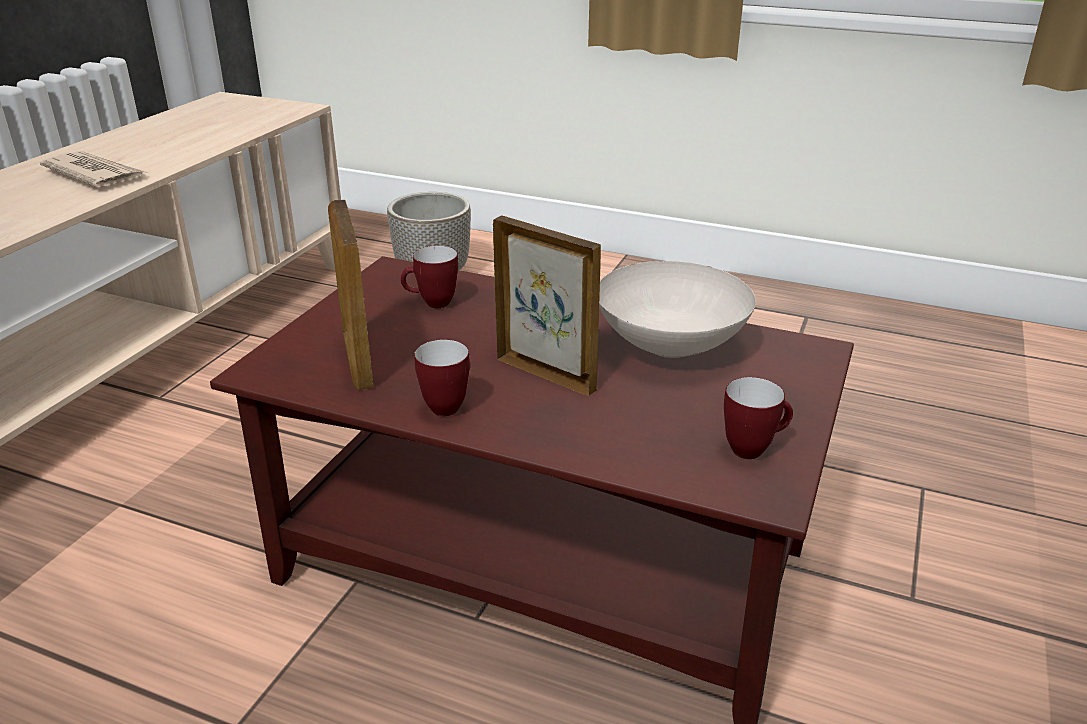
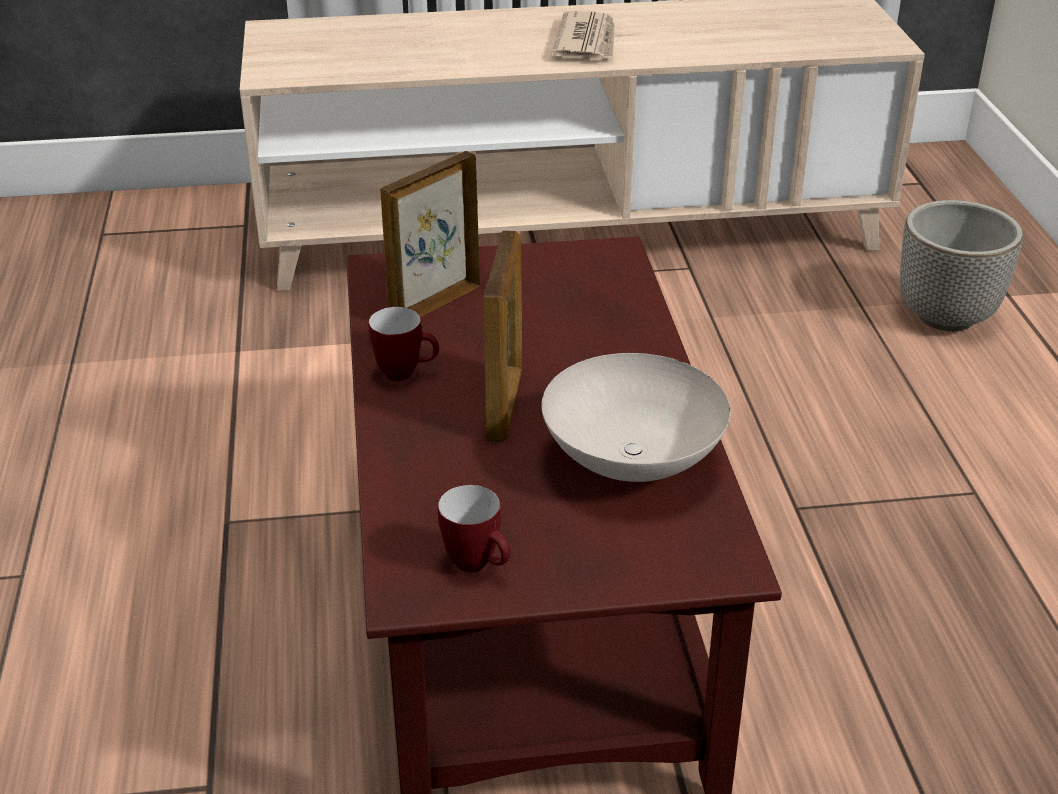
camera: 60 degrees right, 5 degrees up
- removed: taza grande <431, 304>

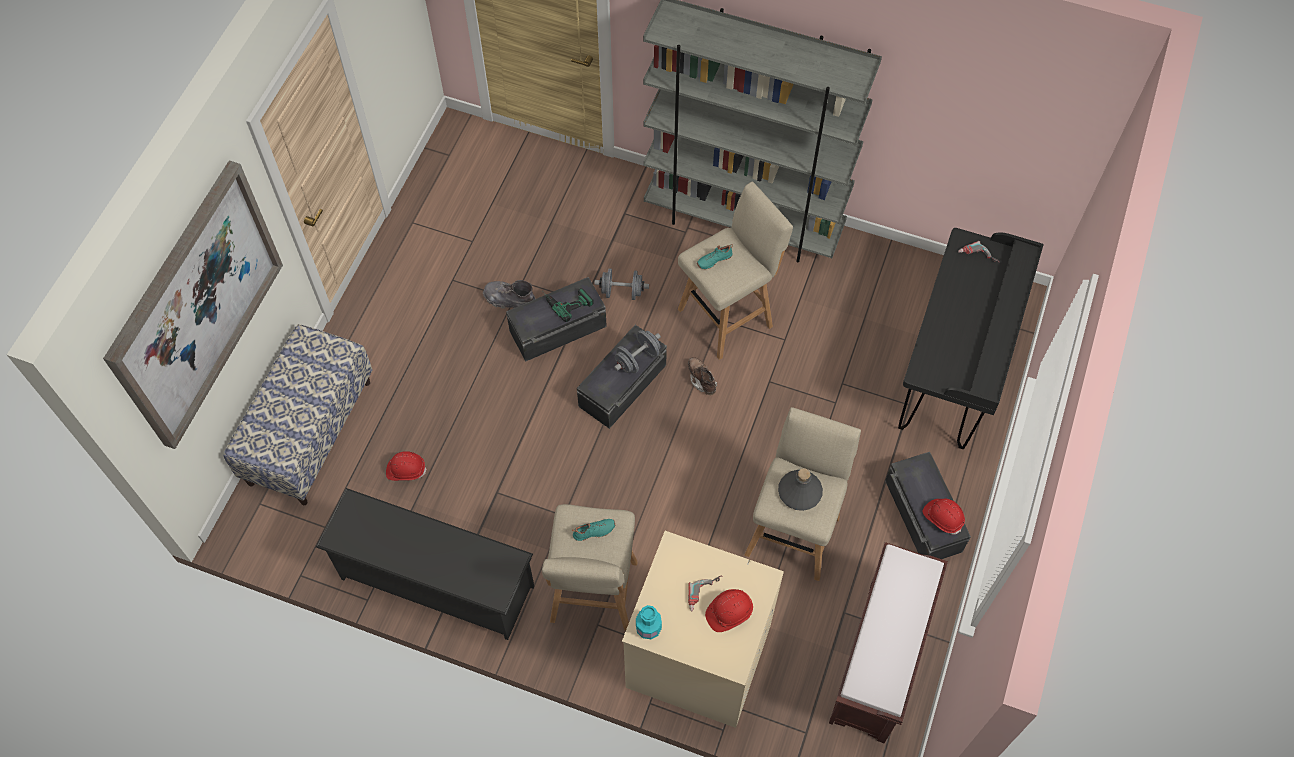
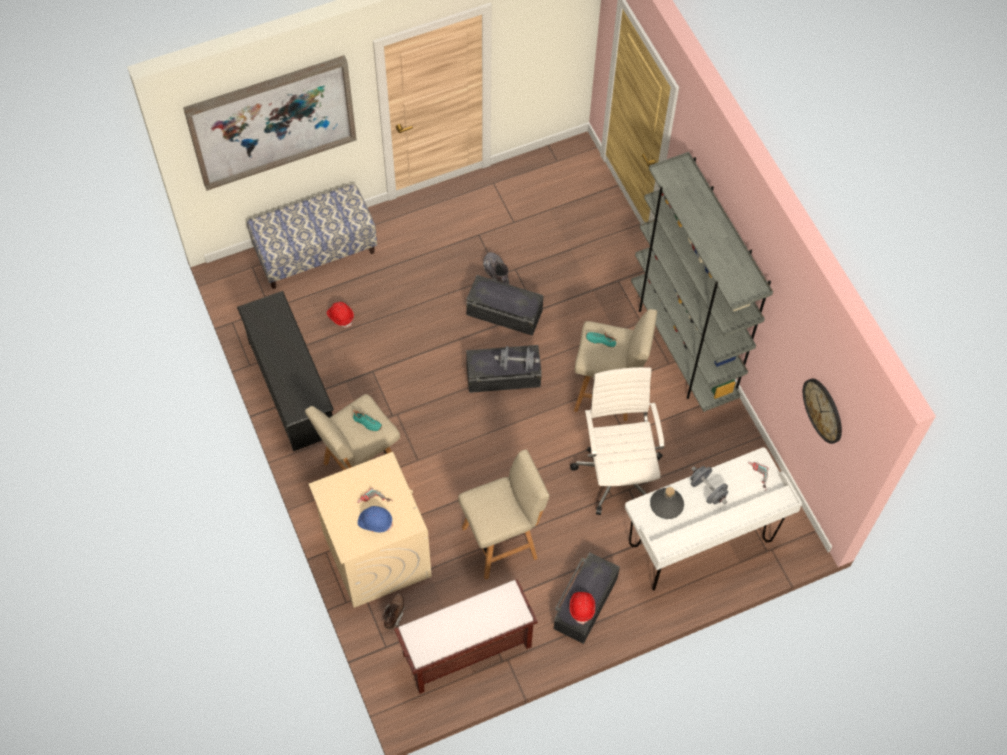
camera: 45 degrees right, 0 degrees up
- removed: taladro <566, 300>
- moved: mancuerna [gris] <622, 292> to <707, 490>
- removed: botella [turquesa] <648, 628>
- moved: bota [marrón] <701, 379> to <394, 613>
- recoloured: casco [rojo] <729, 612> to casco [azul] <375, 522>
- moved: botella [gris] <799, 491> to <666, 504>
- recoloured: escritorio [negro] <951, 374> to escritorio [blanco] <700, 544>
- added: silla de oficina [blanco] <618, 471>
- added: reloj de pared <823, 410>

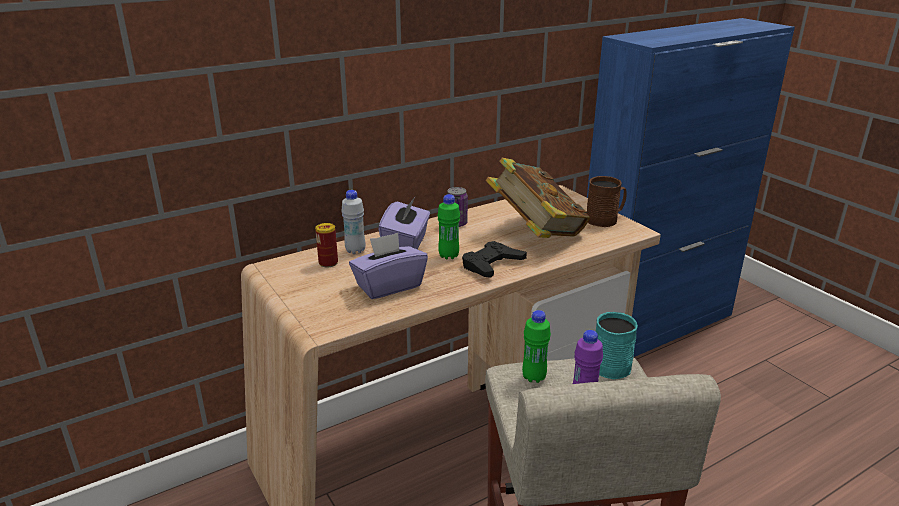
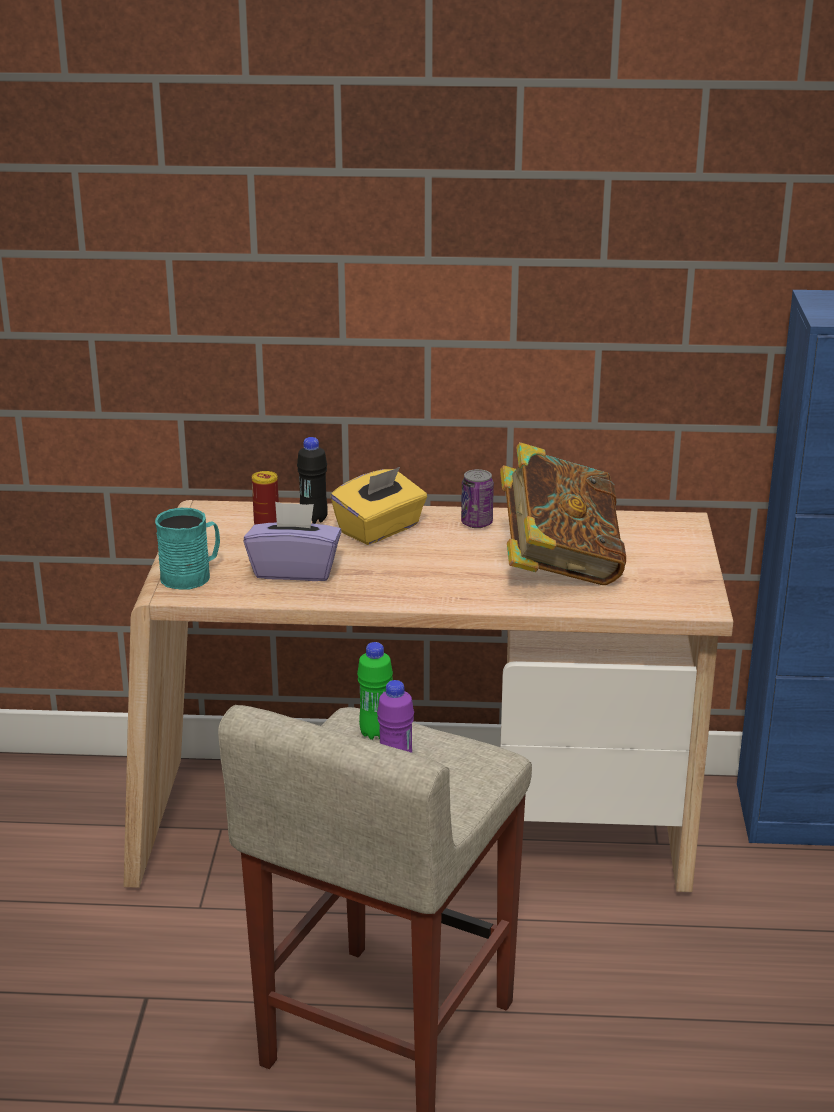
camera: 35 degrees right, 0 degrees up
- recoloured: botella [blanco] <355, 250> to botella [negro] <313, 519>
- recoloured: caja de pañuelos [morado] <406, 244> to caja de pañuelos [amarillo] <380, 529>
- removed: botella [verde] <448, 256>
- removed: mando de consola [negro] <492, 265>
- removed: taza grande [marrón] <605, 219>
- moved: taza grande [turquesa] <612, 363> to <192, 575>

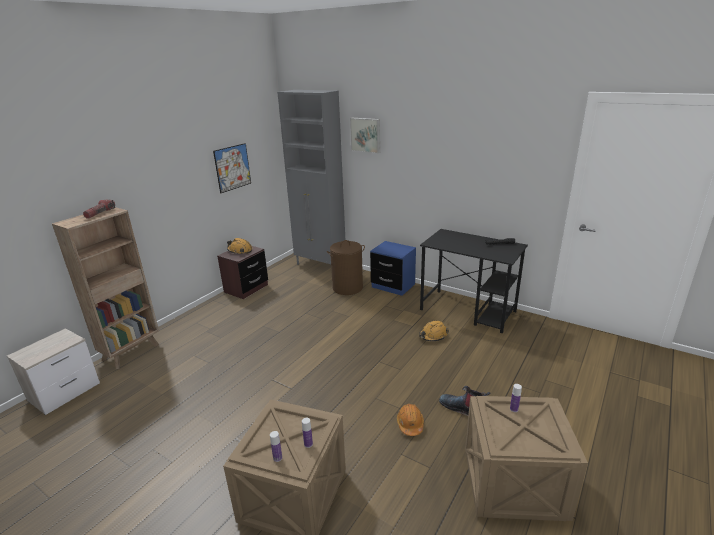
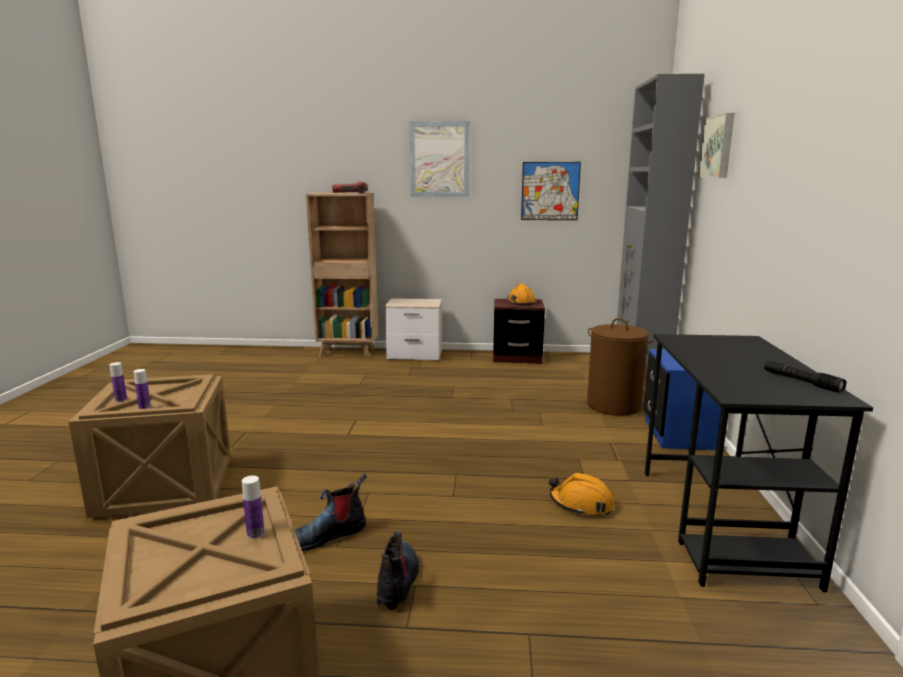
camera: 60 degrees right, 10 degrees down
- moved: mesita de noche <66, 392> to <416, 355>
- replaced: casco [naranja] <410, 424> to bota <327, 536>
- added: cuadro <439, 159>

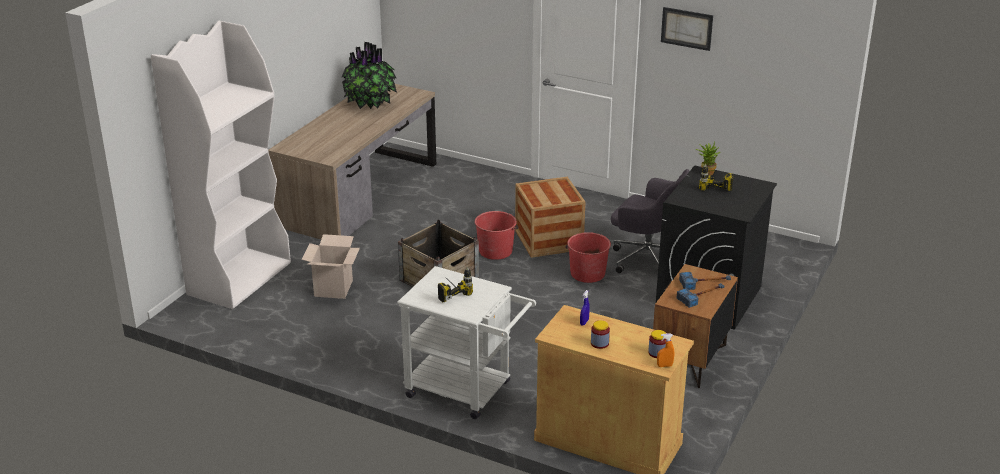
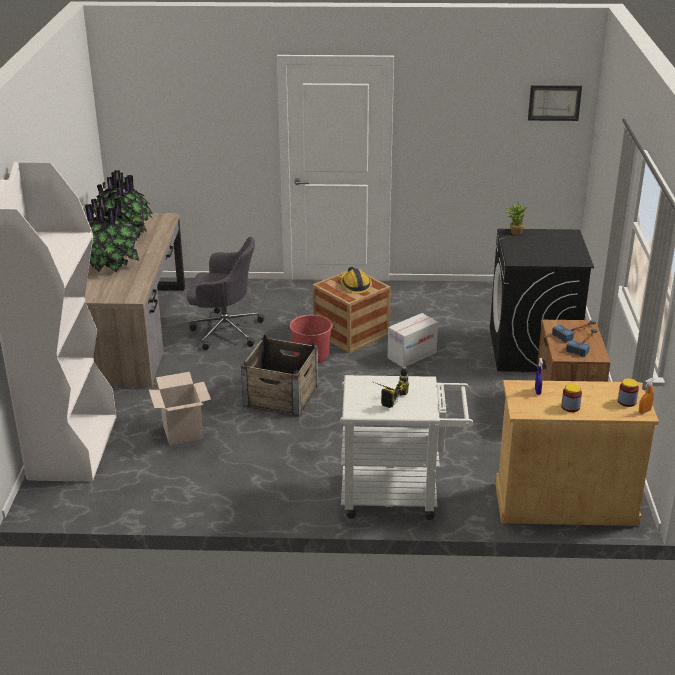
camera: 25 degrees left, 0 degrees up
- replaced: cubo [rojo] <587, 273> to caja de cartón <412, 355>
- moved: silla de oficina [gris] <646, 258> to <224, 330>
- moved: cuadro <686, 28> to <554, 102>
- removed: taladro <715, 195>
- added: planta en maceta <109, 266>
- added: casco <355, 285>

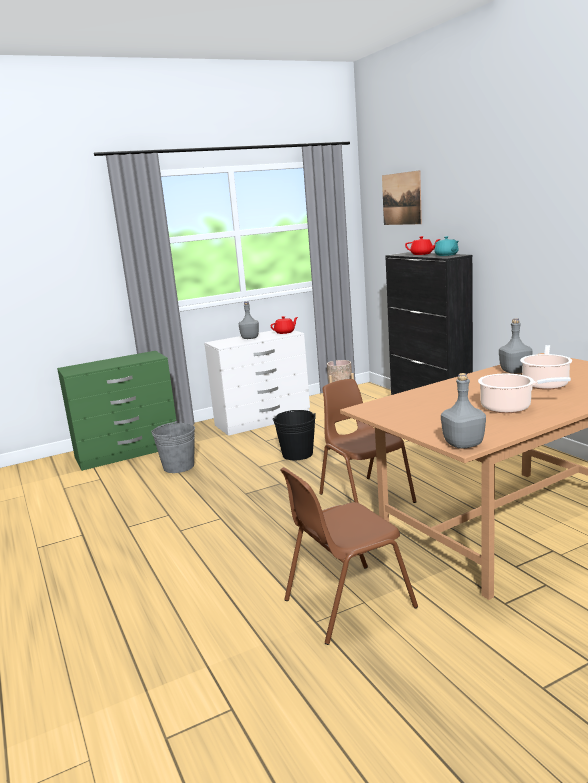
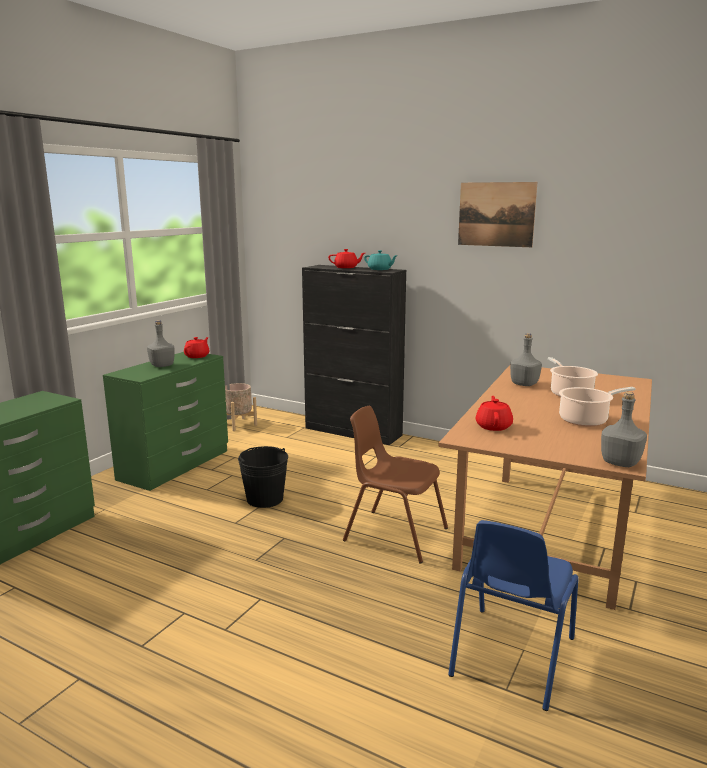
camera: 35 degrees left, 0 degrees up
- removed: cubo [gris] <178, 466>
- recoloured: cómoda [blanco] <263, 420> to cómoda [verde] <176, 465>
- recoloured: silla [marrón] <346, 603> to silla [azul] <510, 657>
- moved: cuadro <401, 199> to <496, 214>
- added: tetera [rojo] <493, 426>

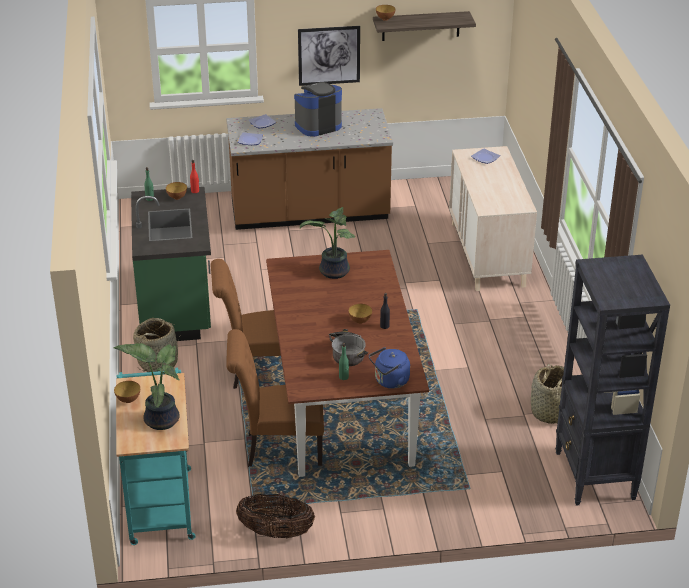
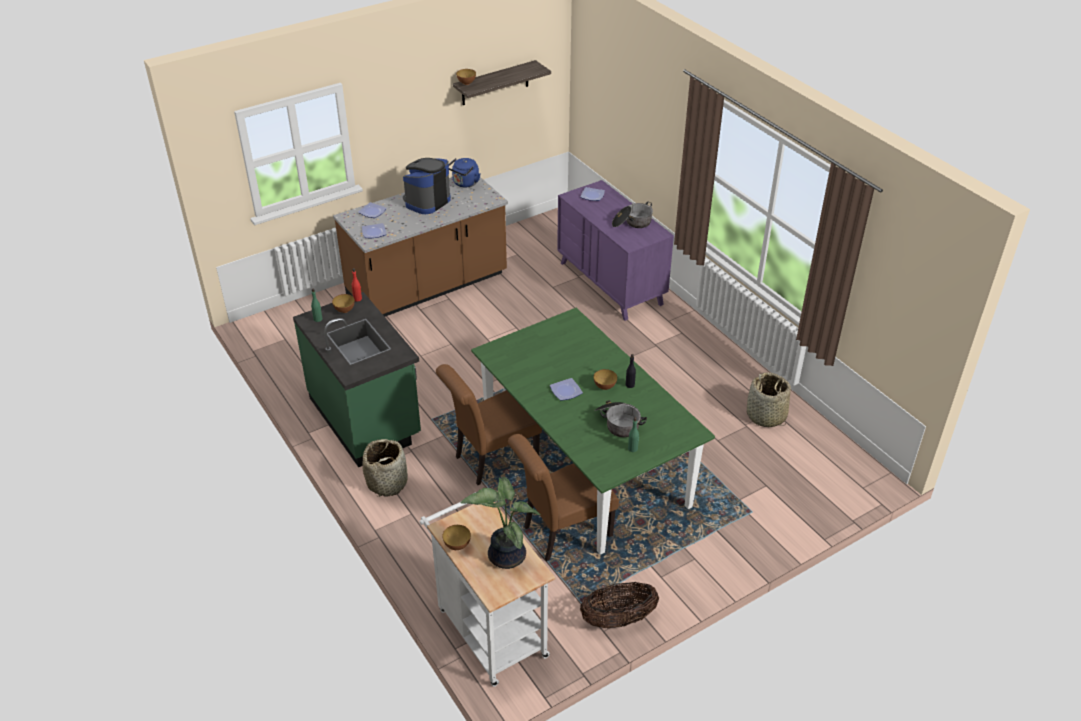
camera: 25 degrees left, 5 degrees up
- recoloured: carrito [turquesa] <160, 500> to carrito [blanco] <488, 628>
- recoloured: mesa de comedor [marrón] <343, 400> to mesa de comedor [verde] <585, 463>
- removed: cuadro <329, 55>
- removed: planta en maceta <333, 272>
- moved: hervidor [azul] <390, 381> to <465, 183>
- recoloured: cómoda [beis] <487, 255> to cómoda [morado] <611, 283>
- removed: estantería [negro] <594, 476>
- added: plato <566, 391>
- added: olla <632, 223>

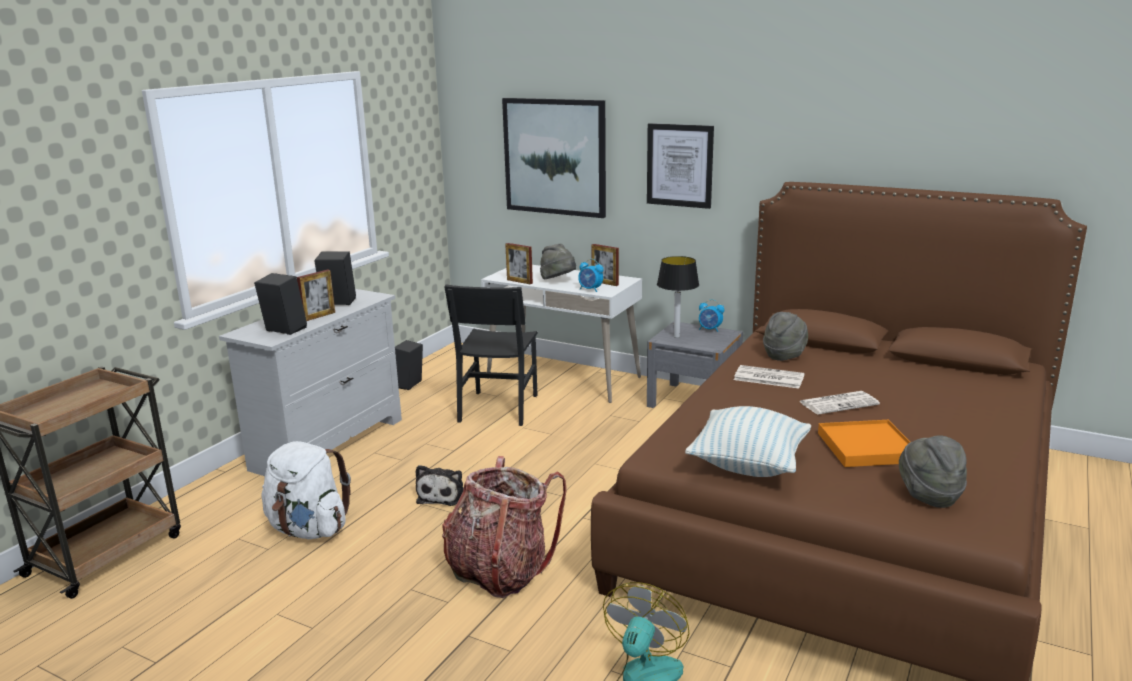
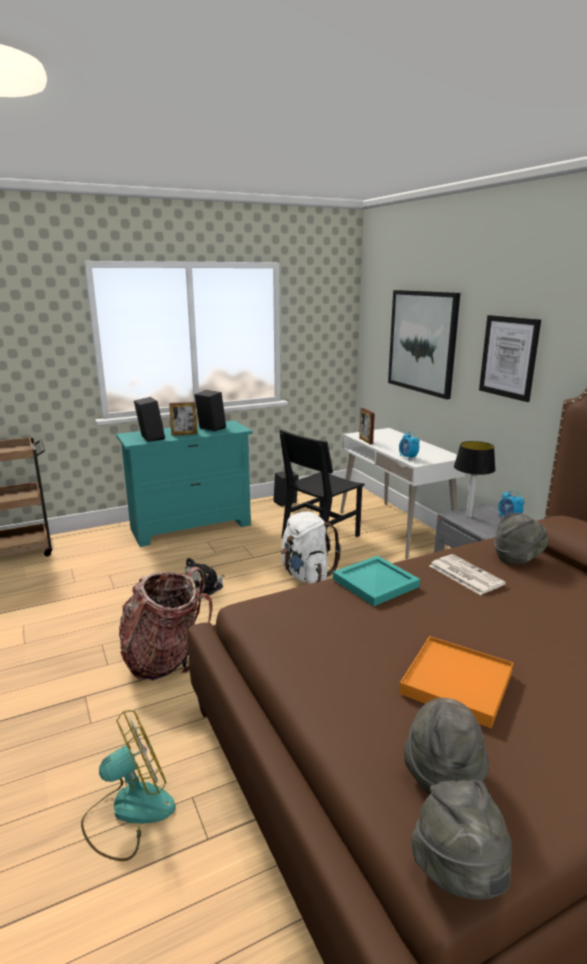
camera: 35 degrees right, 0 degrees up
- recoloured: cómoda [blanco] <329, 443> to cómoda [turquesa] <191, 527>
- moved: mochila [blanco] <309, 529> to <306, 575>
- moved: sombrero [gris] <558, 281> to <459, 874>
- removed: portarretratos <605, 283>
- removed: cojín <748, 465>
- removed: periódico <839, 403>
- added: bandeja [turquesa] <375, 583>

